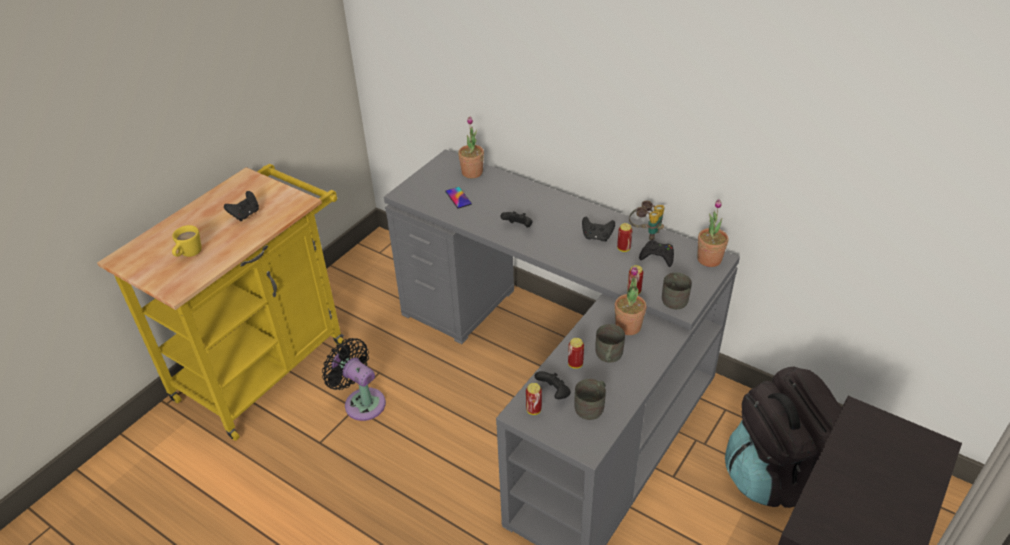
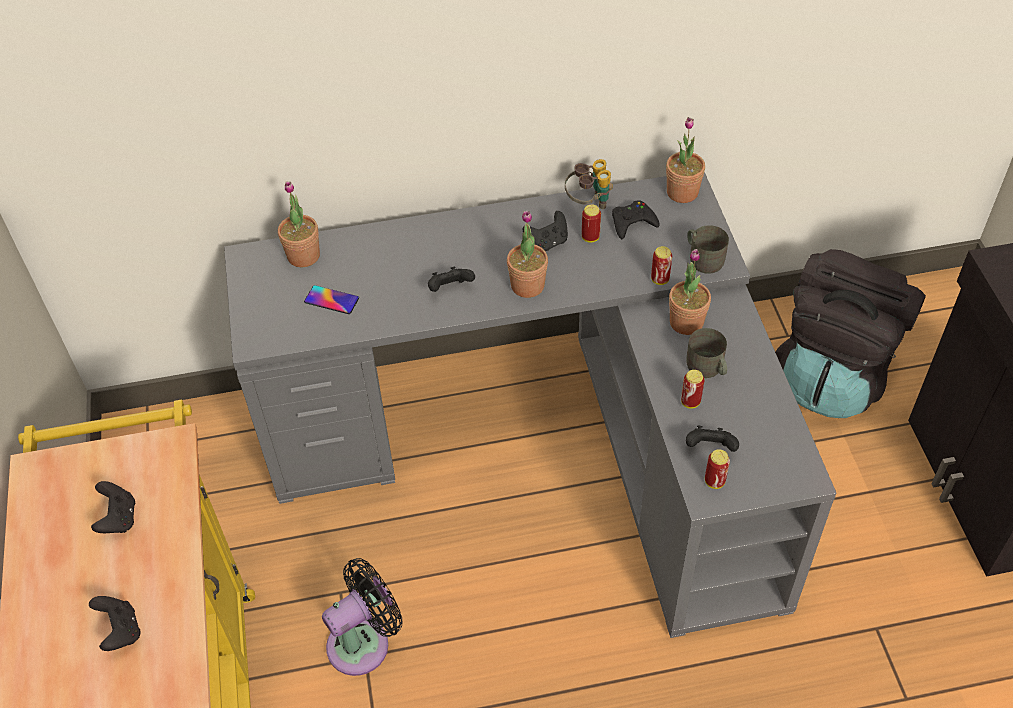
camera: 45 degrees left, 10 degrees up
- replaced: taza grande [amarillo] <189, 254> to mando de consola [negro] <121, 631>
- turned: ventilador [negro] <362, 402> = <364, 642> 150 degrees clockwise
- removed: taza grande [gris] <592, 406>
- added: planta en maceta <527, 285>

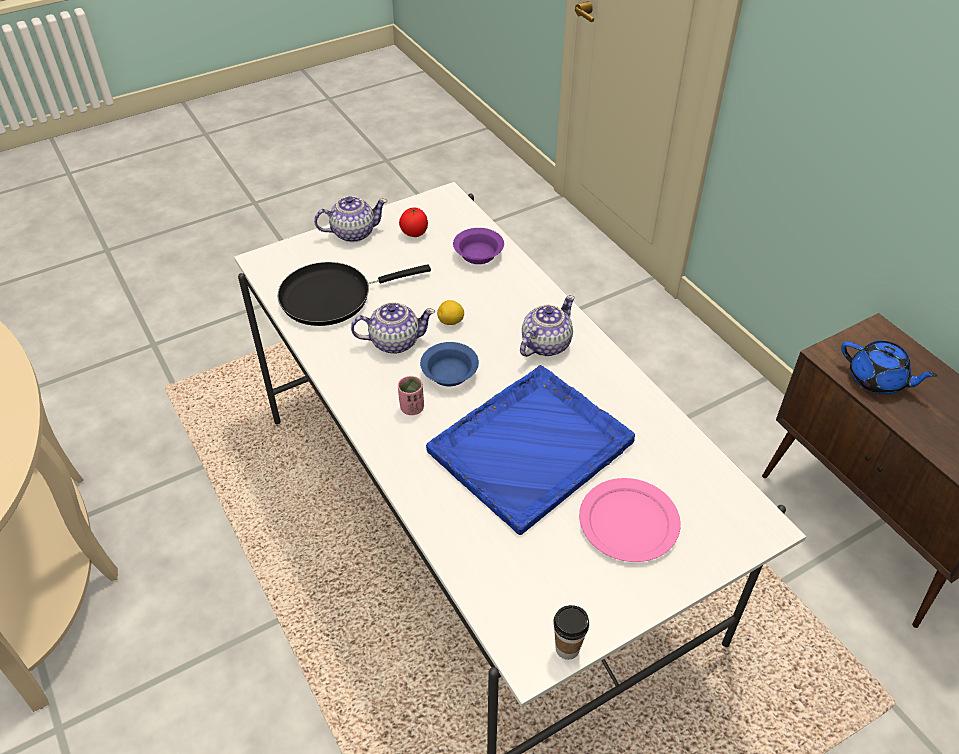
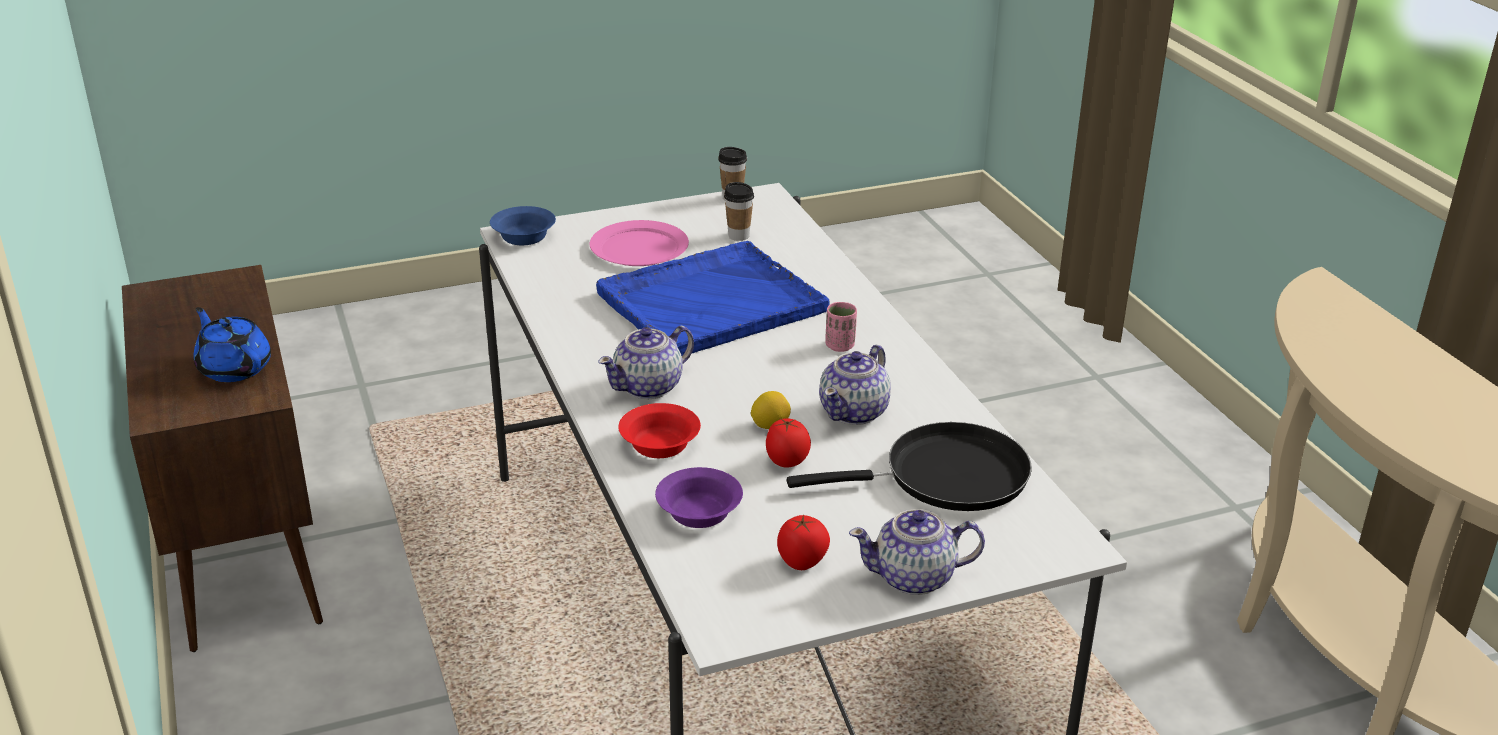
camera: 170 degrees left, 15 degrees down
- turned: tetera <394, 341> = <855, 412> 60 degrees counterclockwise
- moved: cuenco [azul] <450, 374> to <523, 236>
- added: cuenco [rojo] <661, 444>
- added: taza <738, 236>
- added: tomate <786, 463>

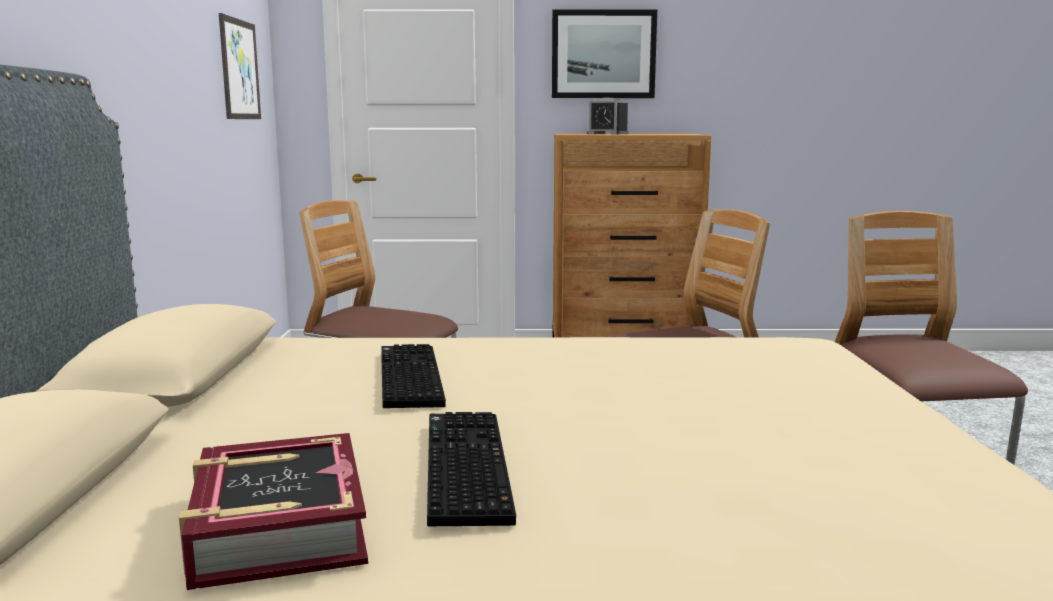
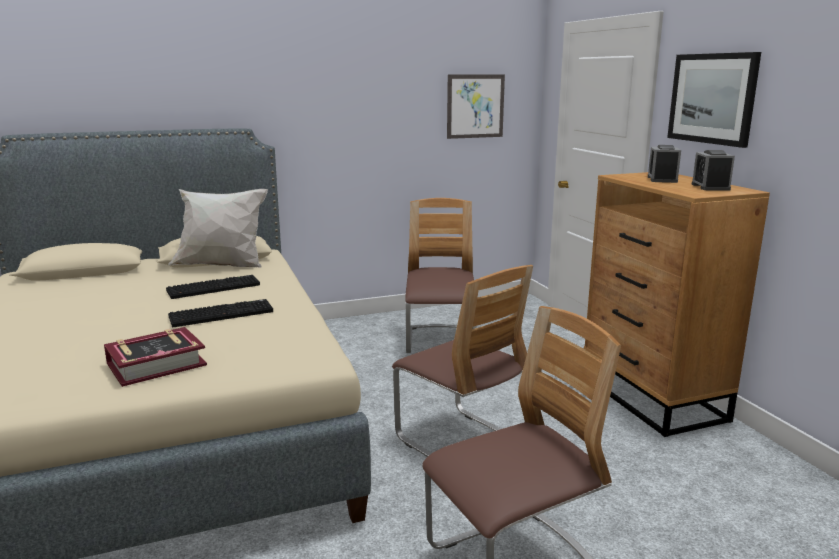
camera: 70 degrees right, 5 degrees up
- moved: libro <277, 526> to <156, 364>
- moved: teclado <462, 466> to <222, 314>
- added: cojín [blanco] <222, 266>
- added: despertador <710, 187>

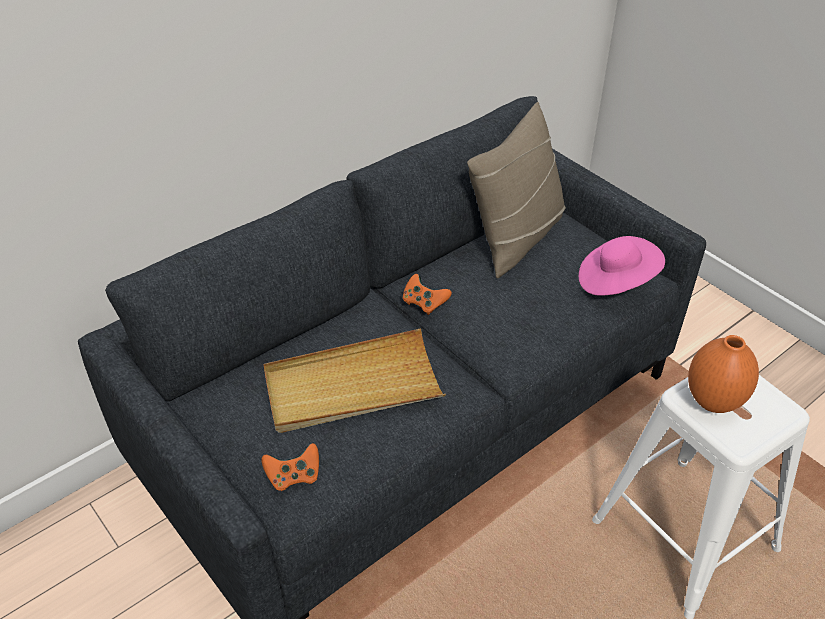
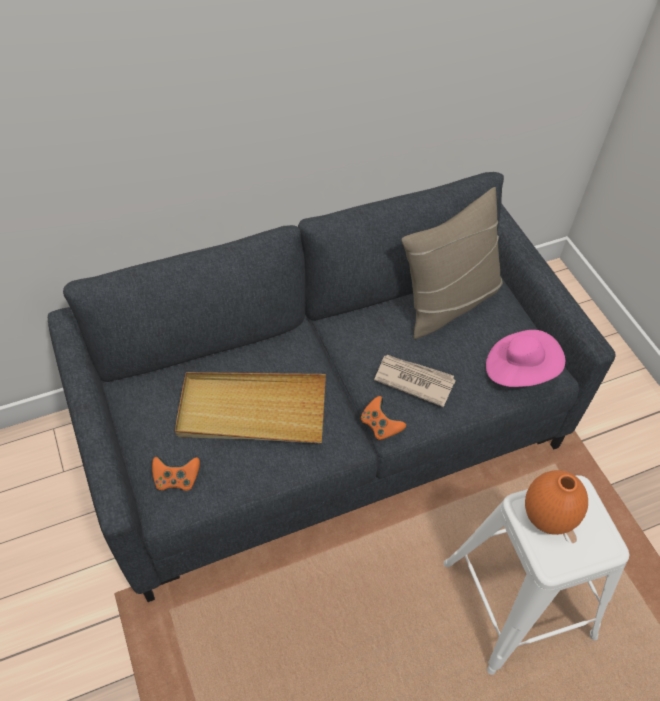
camera: 15 degrees right, 10 degrees up
- moved: mando de consola [naranja] <424, 303> to <380, 425>
- added: periódico <413, 380>

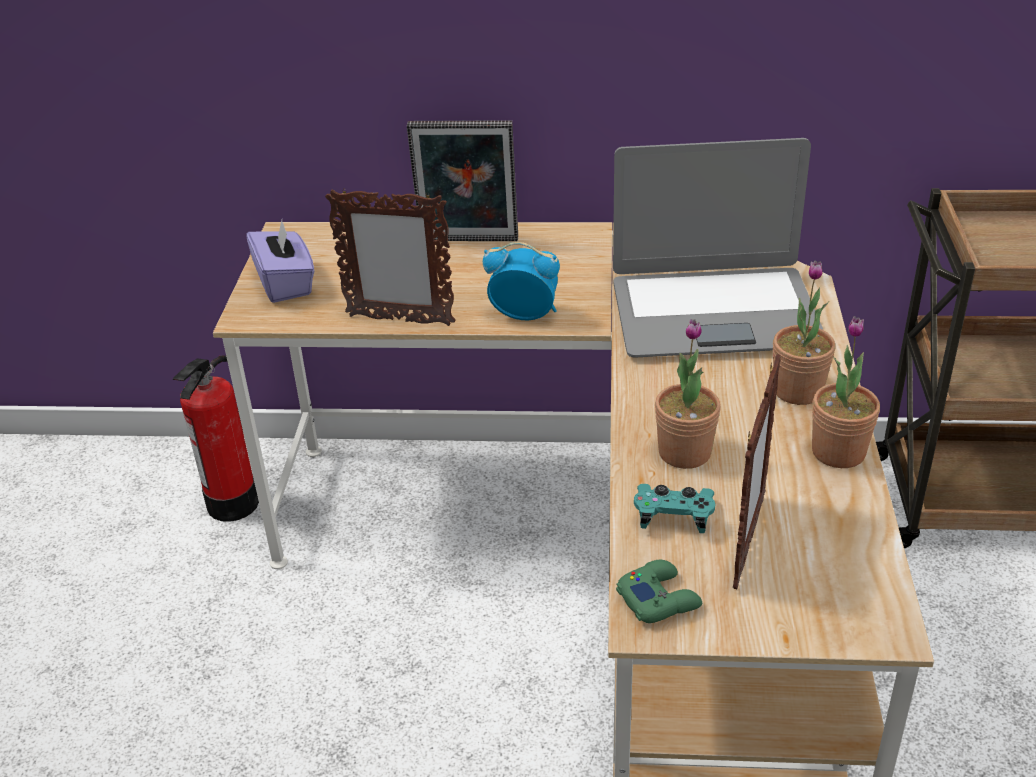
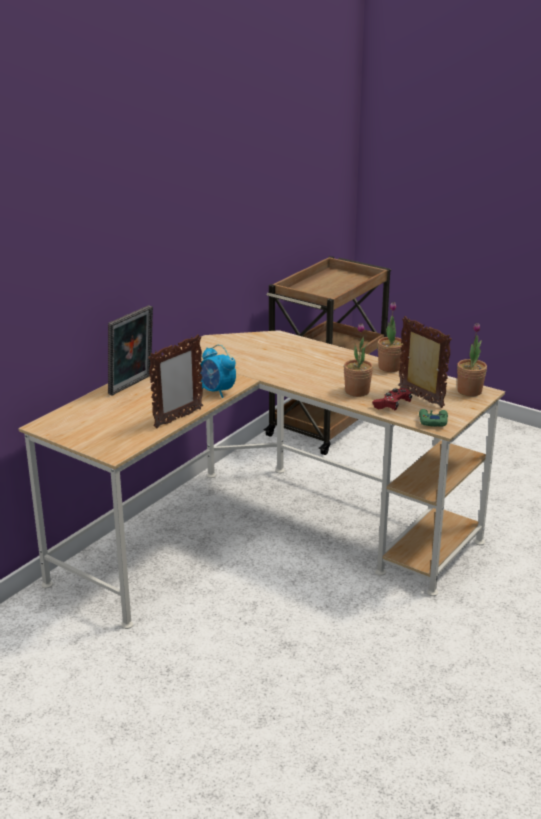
camera: 60 degrees left, 10 degrees down
- removed: extintor <234, 503>
- removed: caja de pañuelos [morado] <285, 283>
- turned: despertador <524, 315> = <217, 391> 90 degrees counterclockwise
- removed: portátil <714, 313>
- recoloured: mando de consola [turquesa] <673, 517> to mando de consola [rojo] <392, 405>
- moved: planta en maceta <798, 390> to <469, 391>

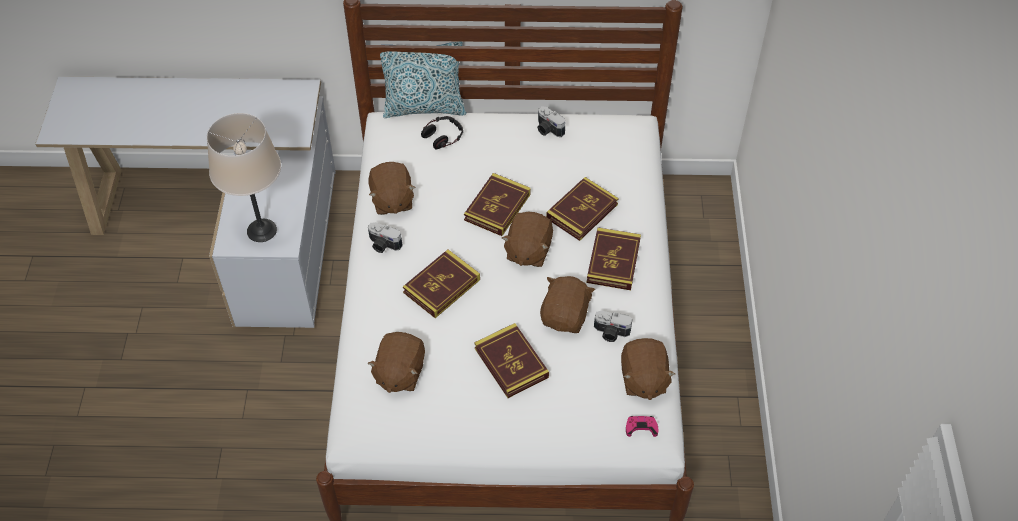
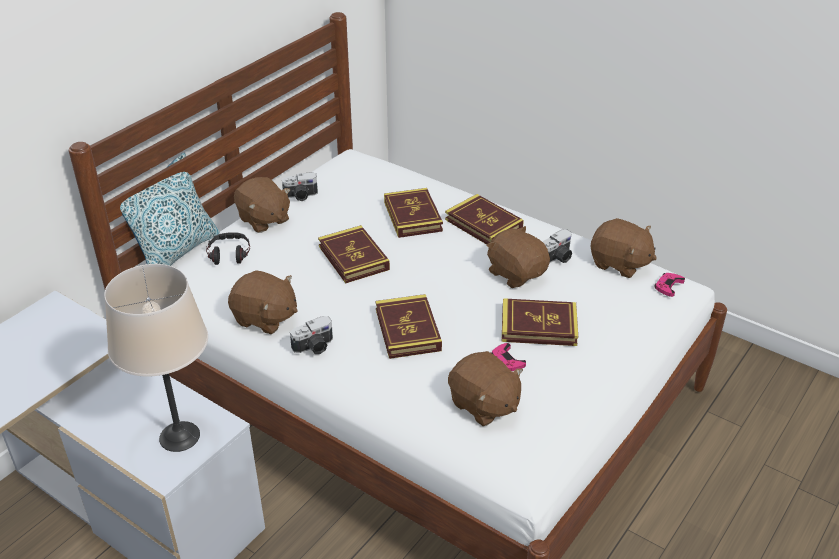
camera: 55 degrees left, 15 degrees down
- moved: peluche [marrón] <528, 251> to <263, 220>
- added: mando de consola [rosa] <507, 360>

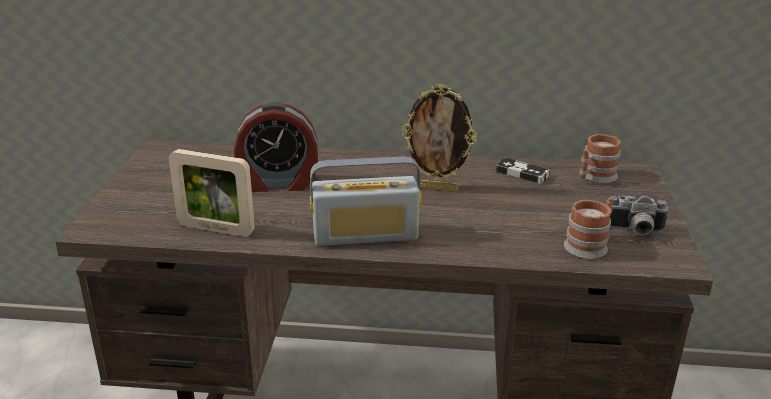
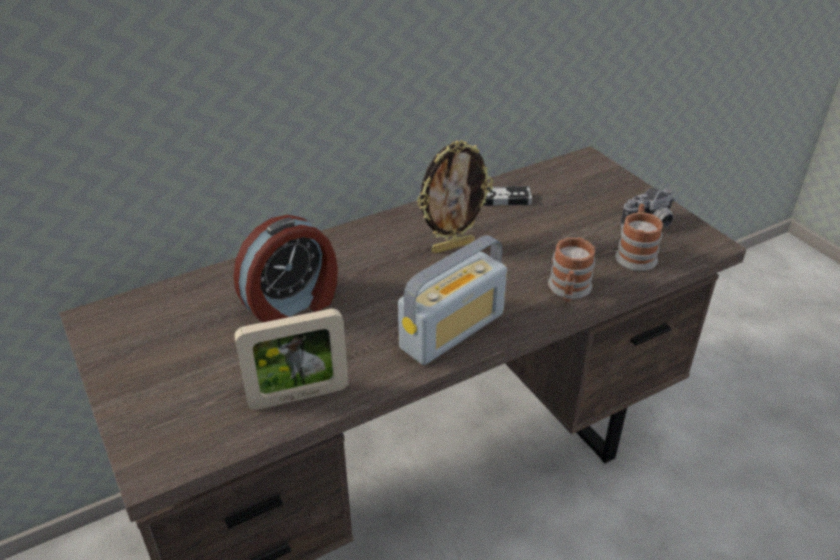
camera: 35 degrees left, 10 degrees up
- moved: taza grande <594, 177> to <569, 290>

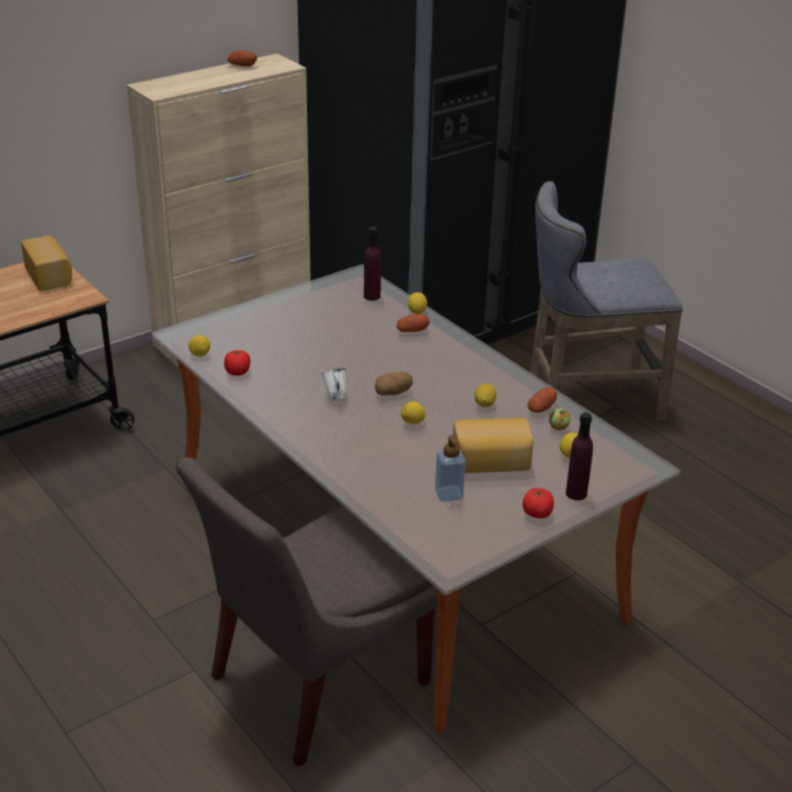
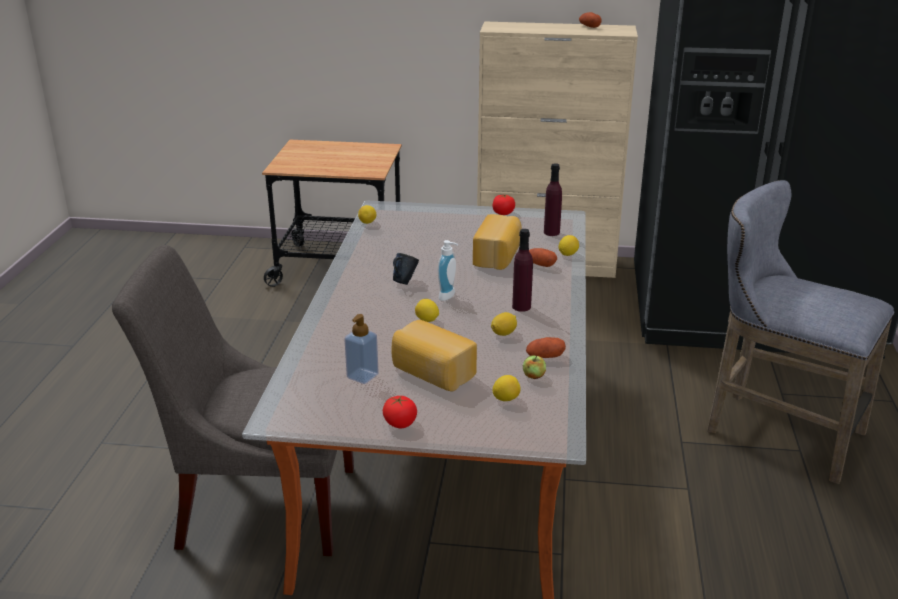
camera: 45 degrees right, 5 degrees down
- moved: pan <50, 276> to <498, 256>
- moved: tomate <237, 372> to <503, 213>
- recoloured: taza grande [blanco] <335, 397> to taza grande [azul] <404, 281>
- replaced: patata <393, 393> to dispensador de jabón <449, 296>
- moved: botella [morado] <576, 493> to <521, 307>

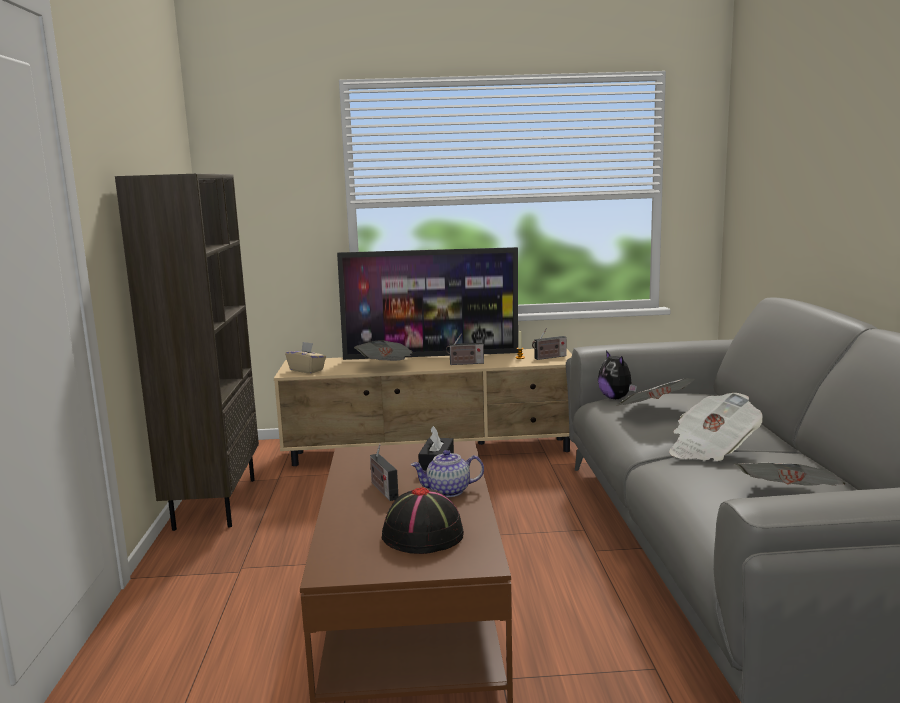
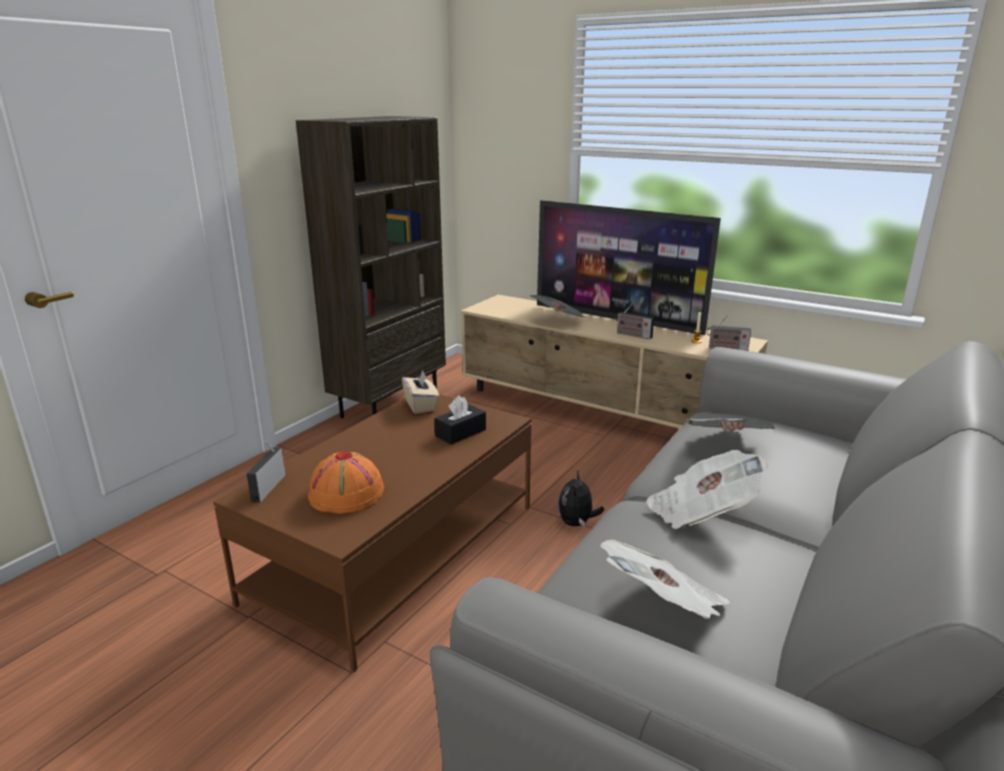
camera: 35 degrees right, 10 degrees up
- moved: caja de pañuelos [beis] <307, 370> to <421, 405>
- moved: radio <383, 490> to <269, 486>
- recoloured: sombrero [negro] <424, 535> to sombrero [naranja] <346, 494>
- removed: tetera <448, 491>
- moved: peluche <616, 398> to <577, 523>

